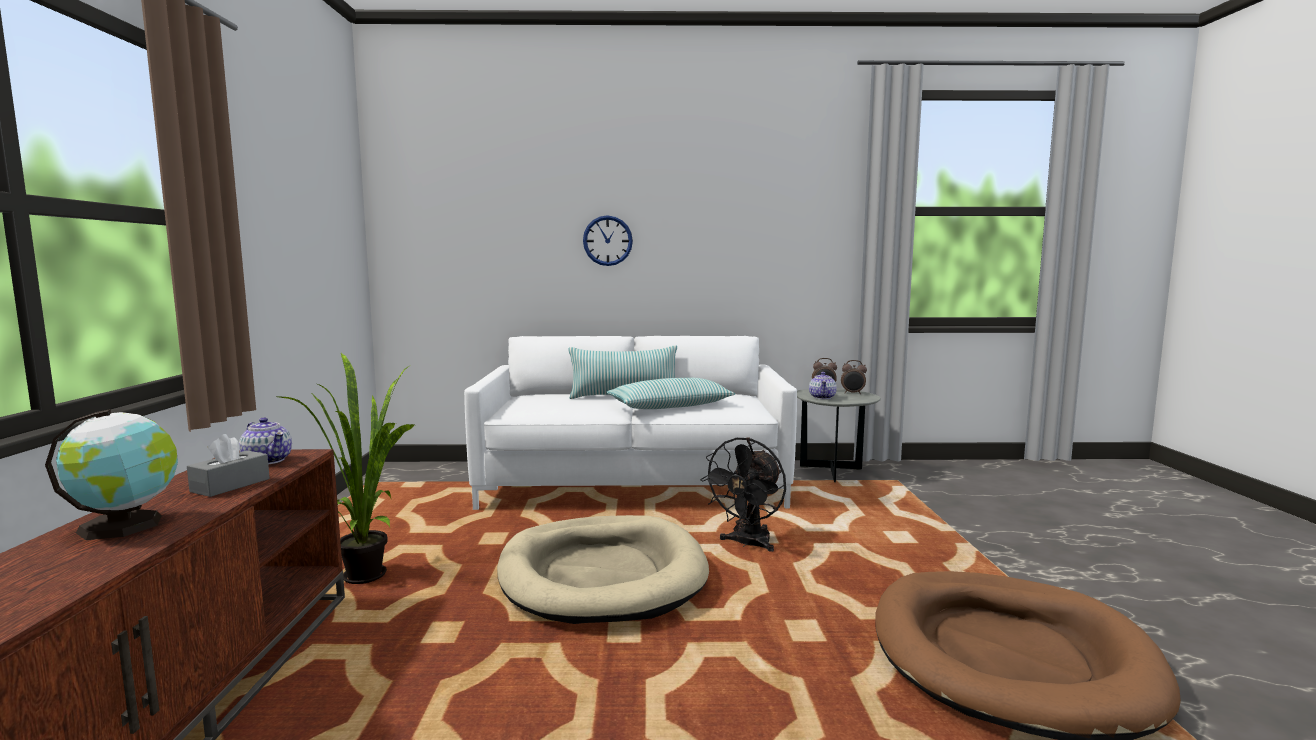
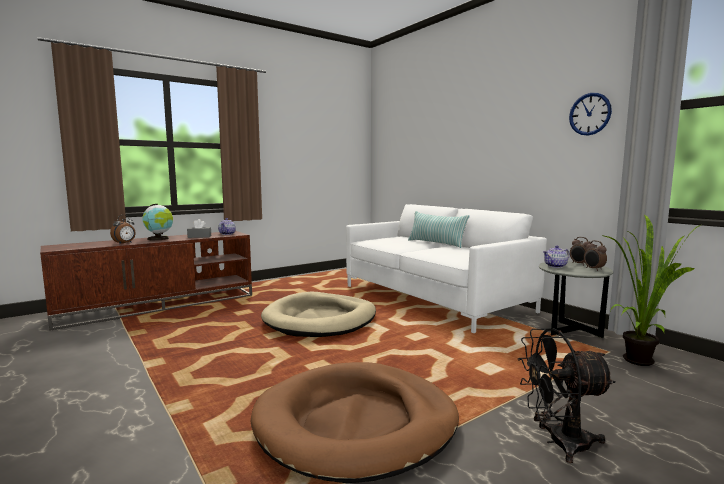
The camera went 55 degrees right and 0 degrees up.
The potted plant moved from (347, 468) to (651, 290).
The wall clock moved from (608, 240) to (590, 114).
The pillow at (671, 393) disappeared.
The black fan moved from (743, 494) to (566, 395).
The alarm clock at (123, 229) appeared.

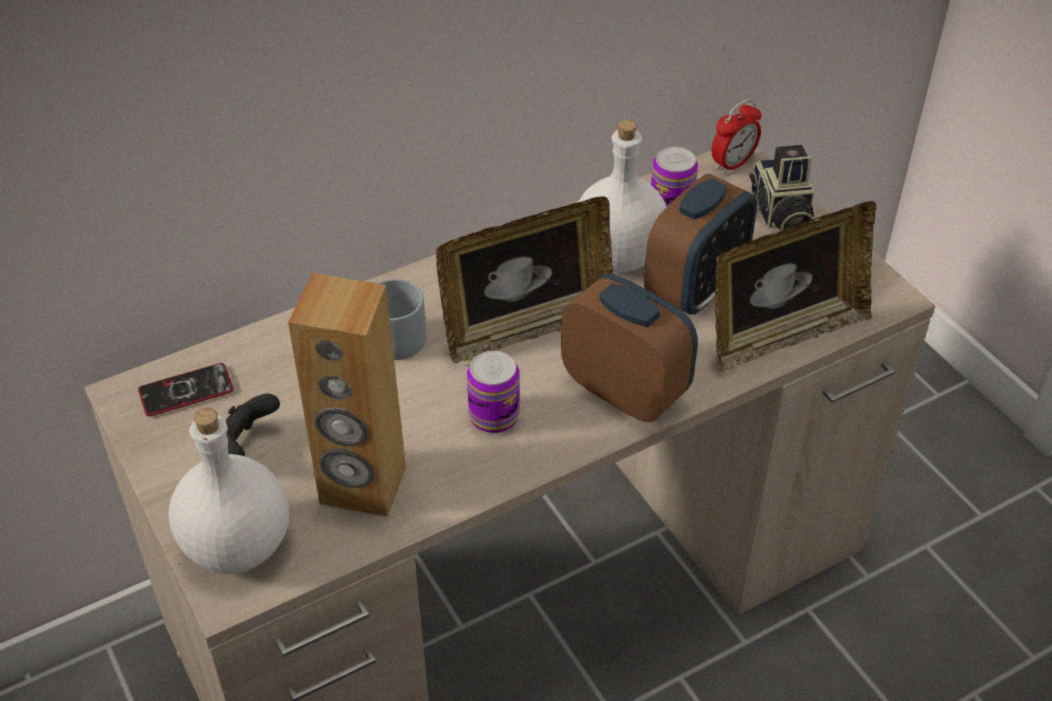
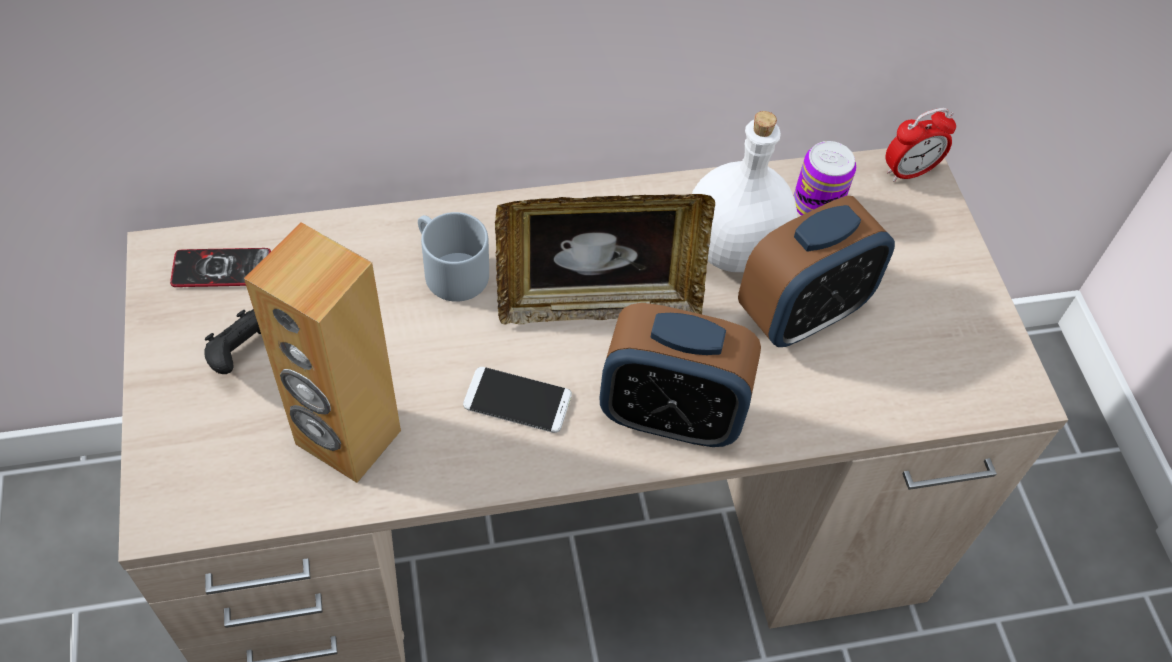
The camera went 15 degrees right and 10 degrees up.
The white bottle at (229, 491) disappeared.
The can at (493, 392) was replaced by the phone at (517, 400).
The alarm clock at (629, 348) turned 135 degrees clockwise.
The picture frame at (795, 286) disappeared.
The photo camera at (782, 188) disappeared.

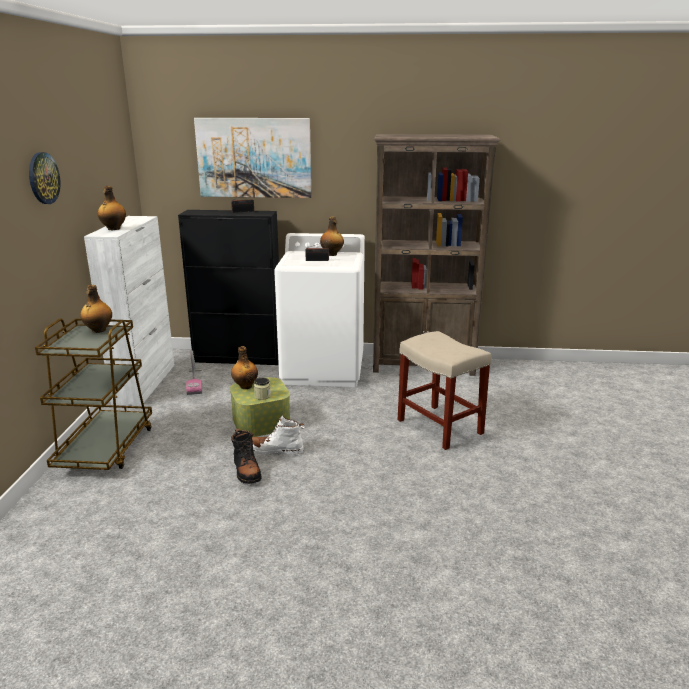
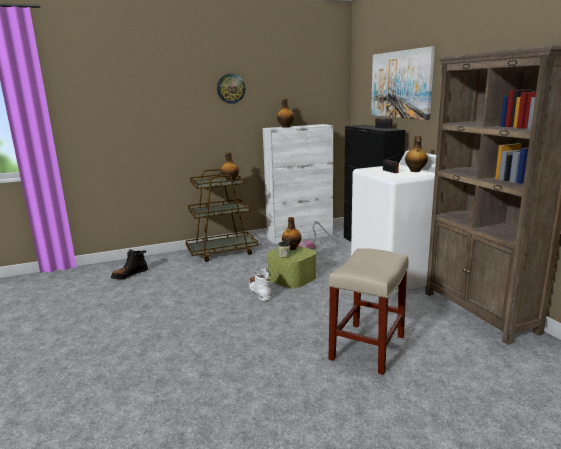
The camera went 65 degrees right and 5 degrees down.
The black boot moved from (246, 456) to (129, 264).

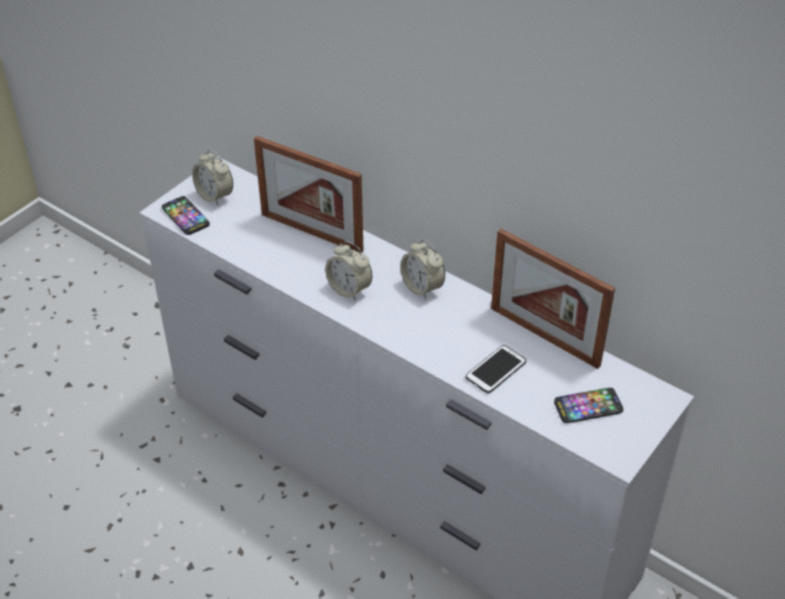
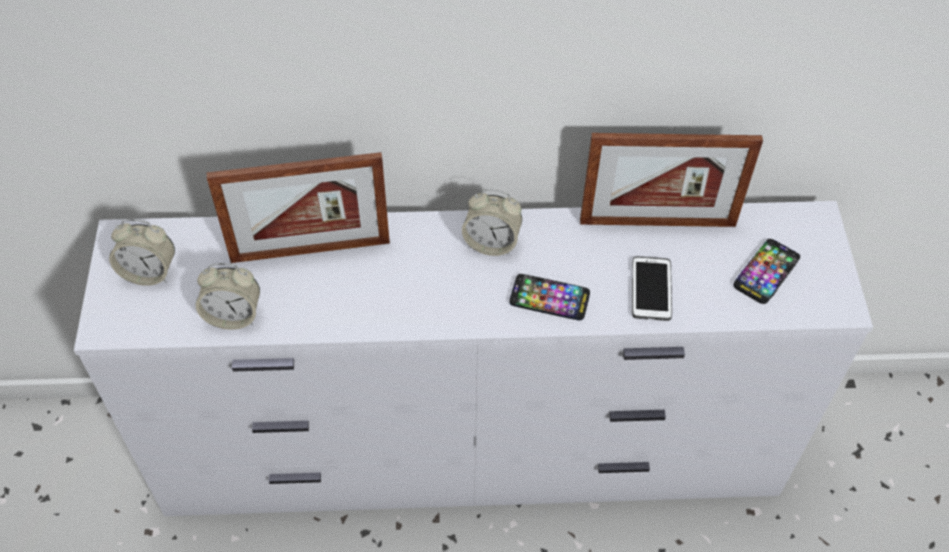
The camera went 40 degrees left and 10 degrees up.
The phone moved from (186, 215) to (549, 297).
The alarm clock moved from (348, 271) to (228, 296).

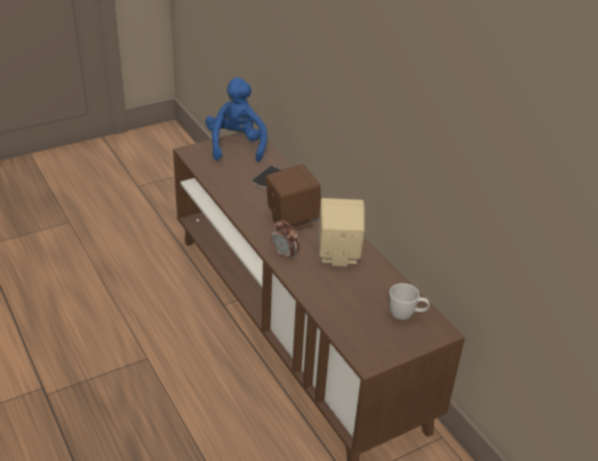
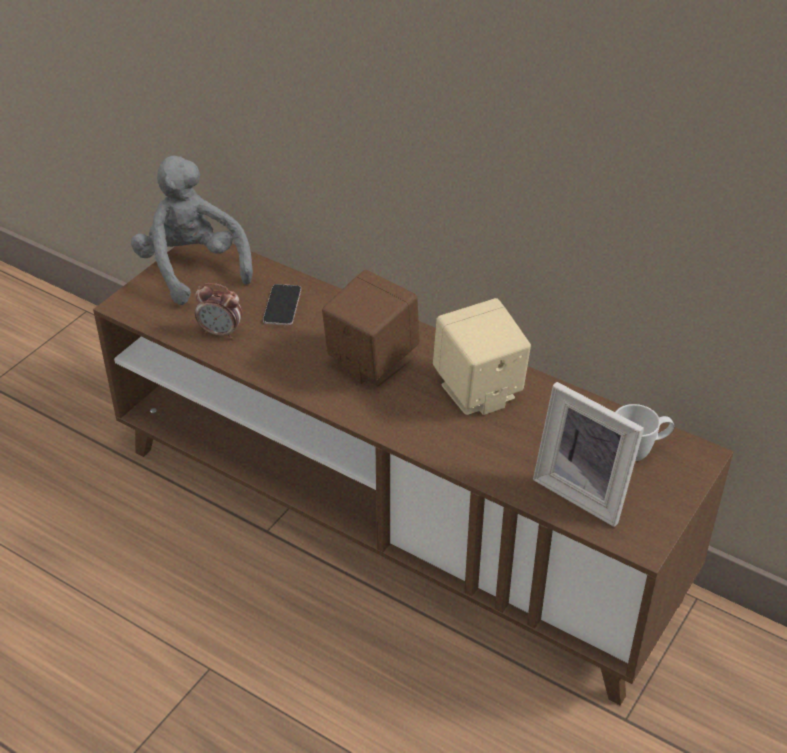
The camera went 25 degrees left and 5 degrees up.
The blue plush toy at (236, 120) became the grey plush toy at (192, 230).
The alarm clock moved from (285, 240) to (218, 311).
The picture frame at (588, 454) appeared.

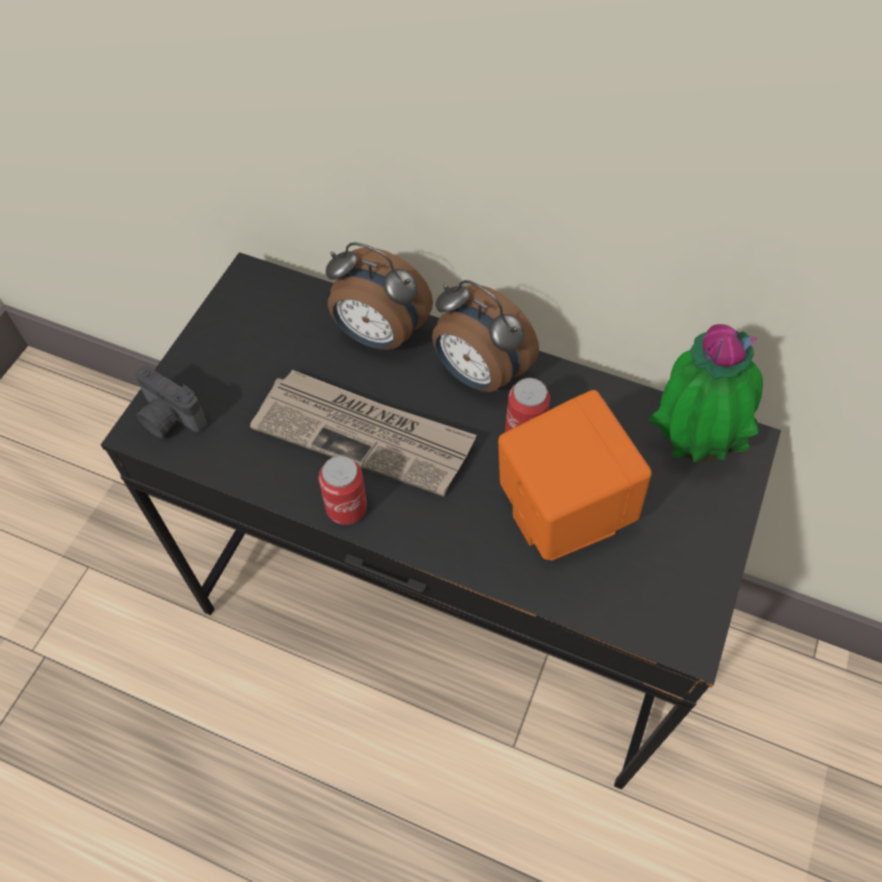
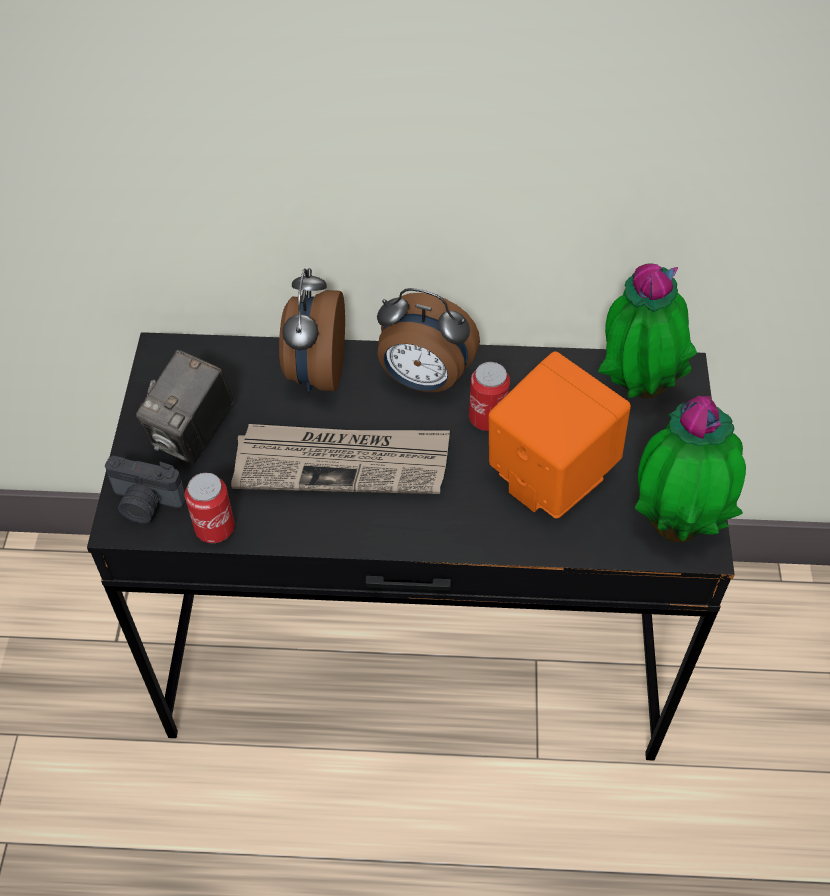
The camera went 20 degrees left and 5 degrees down.
The can moved from (343, 490) to (210, 508).
The alarm clock at (379, 296) turned 90 degrees clockwise.
The photo camera at (184, 407) appeared.
The potted plant at (690, 469) appeared.

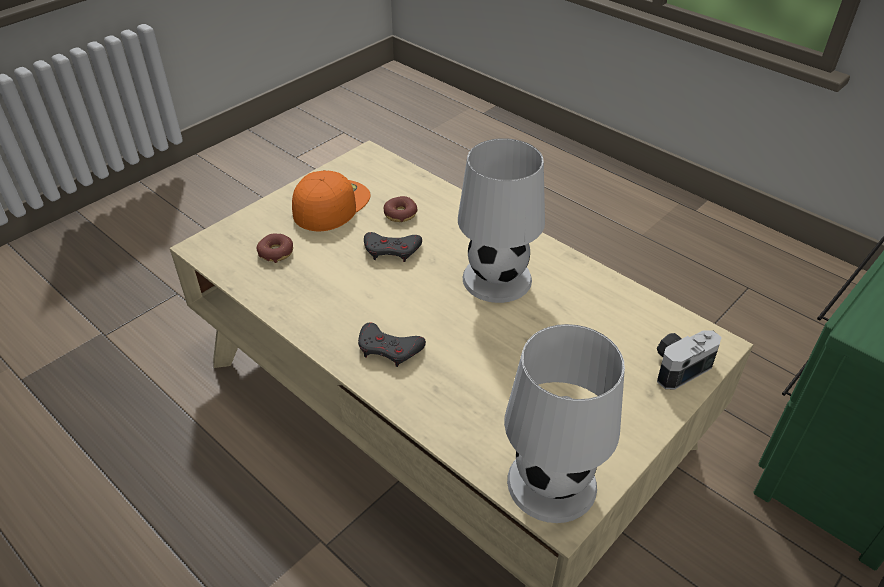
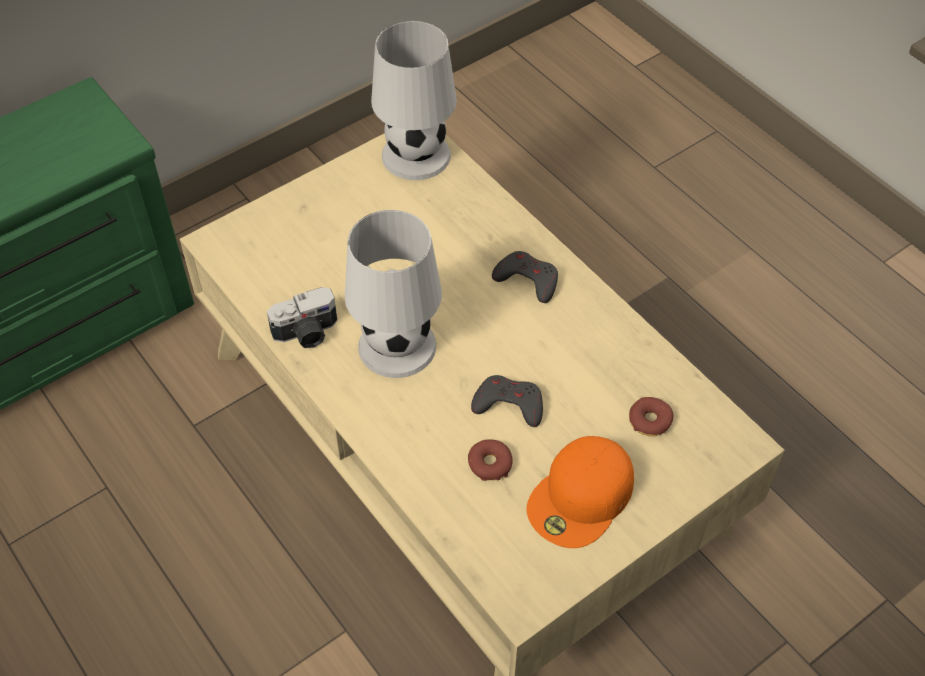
The camera went 170 degrees left and 10 degrees up.
The photo camera moved from (689, 360) to (302, 317).

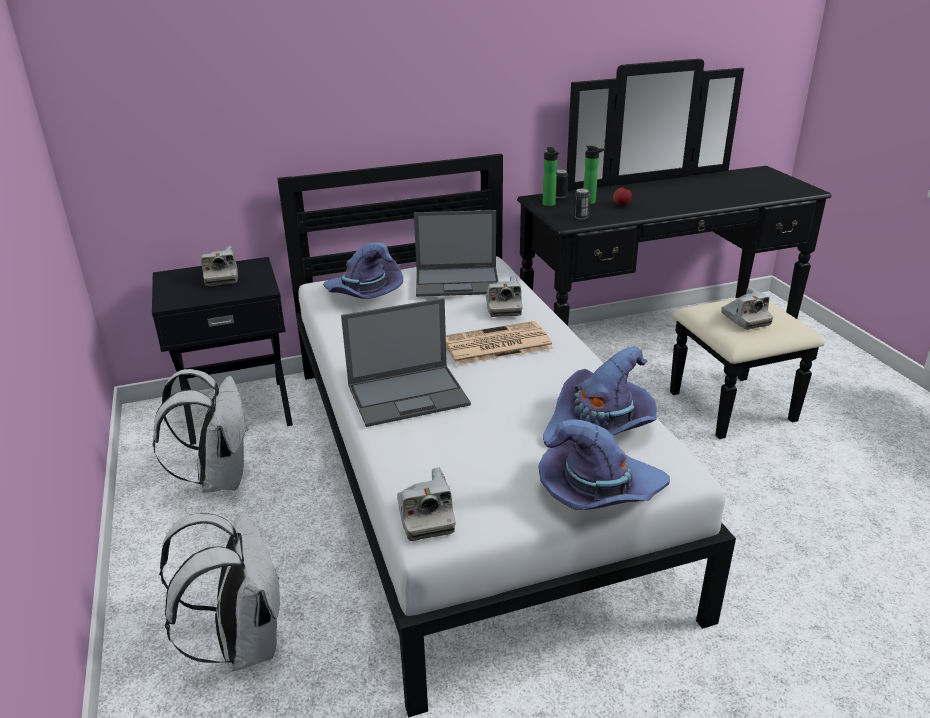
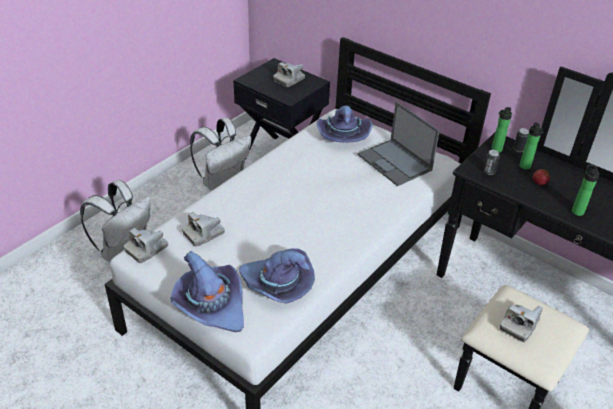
The camera went 55 degrees right and 10 degrees up.
The laptop at (406, 362) disappeared.
The newspaper at (500, 343) disappeared.
The photo camera moved from (504, 296) to (203, 229).
The bottle at (585, 190) appeared.

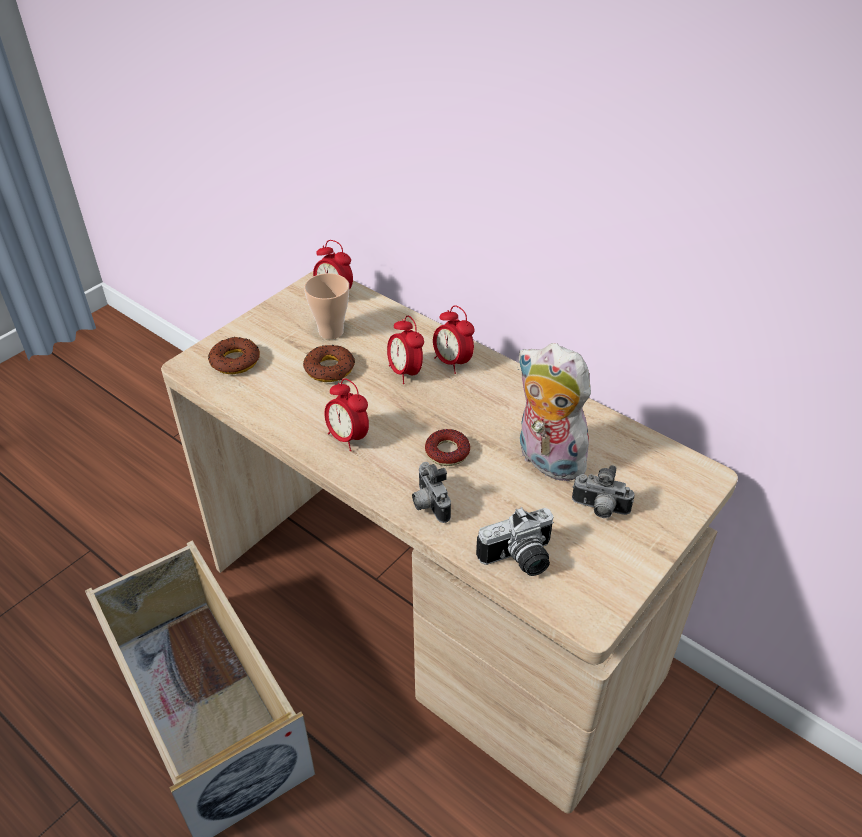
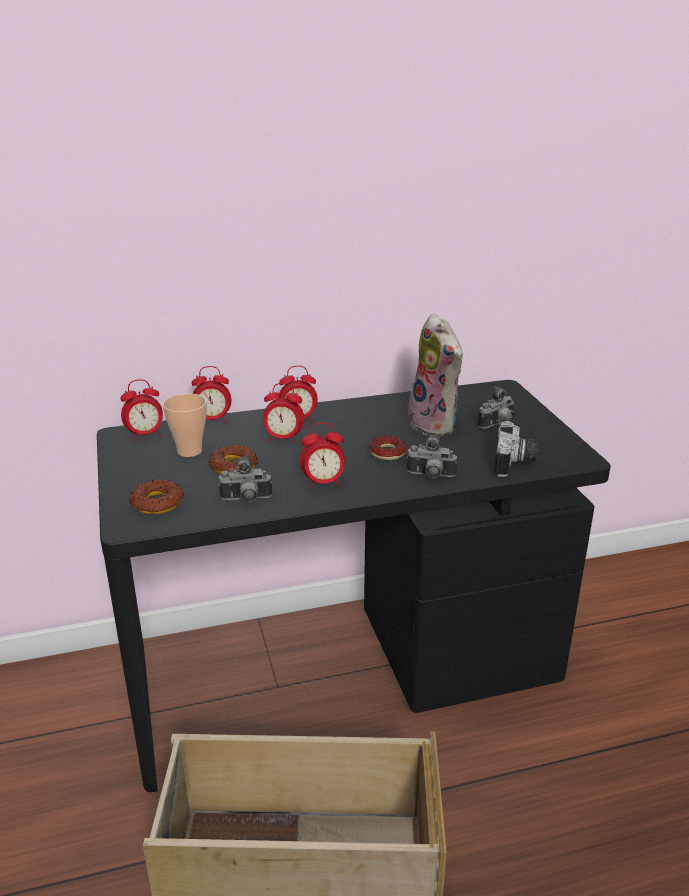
The camera went 55 degrees left and 15 degrees down.
The beige desk at (449, 542) became the black desk at (353, 586).
The plush toy at (554, 412) turned 105 degrees counterclockwise.
The alarm clock at (211, 394) appeared.
The photo camera at (245, 478) appeared.

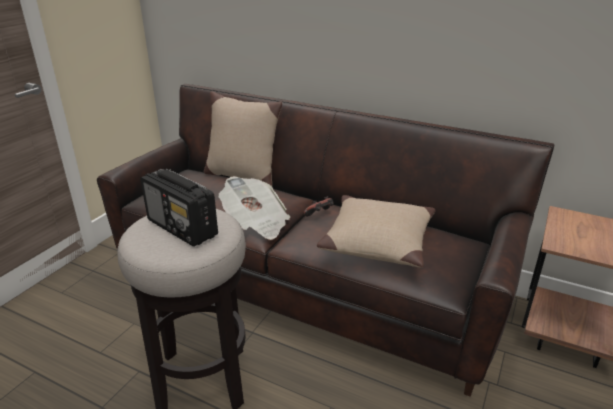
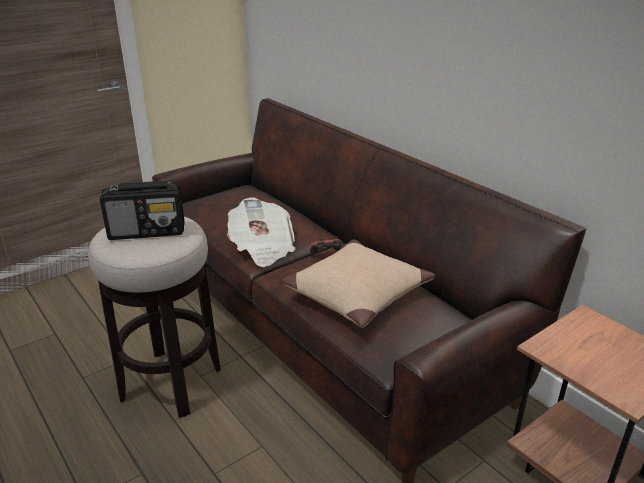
The camera went 25 degrees right and 0 degrees up.
The radio at (179, 208) turned 75 degrees counterclockwise.
The beige pillow at (243, 138) disappeared.

